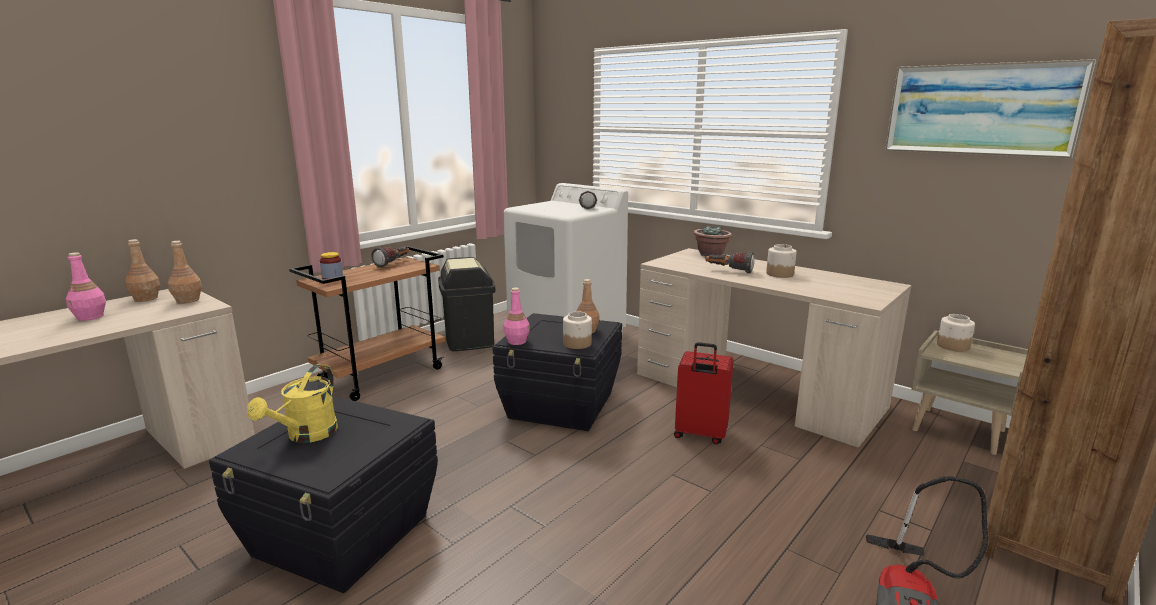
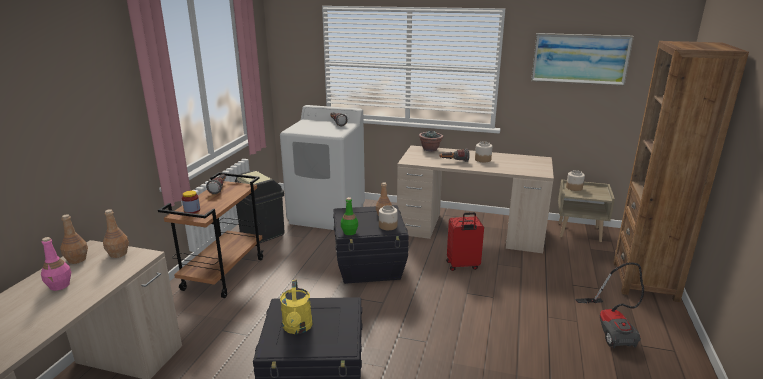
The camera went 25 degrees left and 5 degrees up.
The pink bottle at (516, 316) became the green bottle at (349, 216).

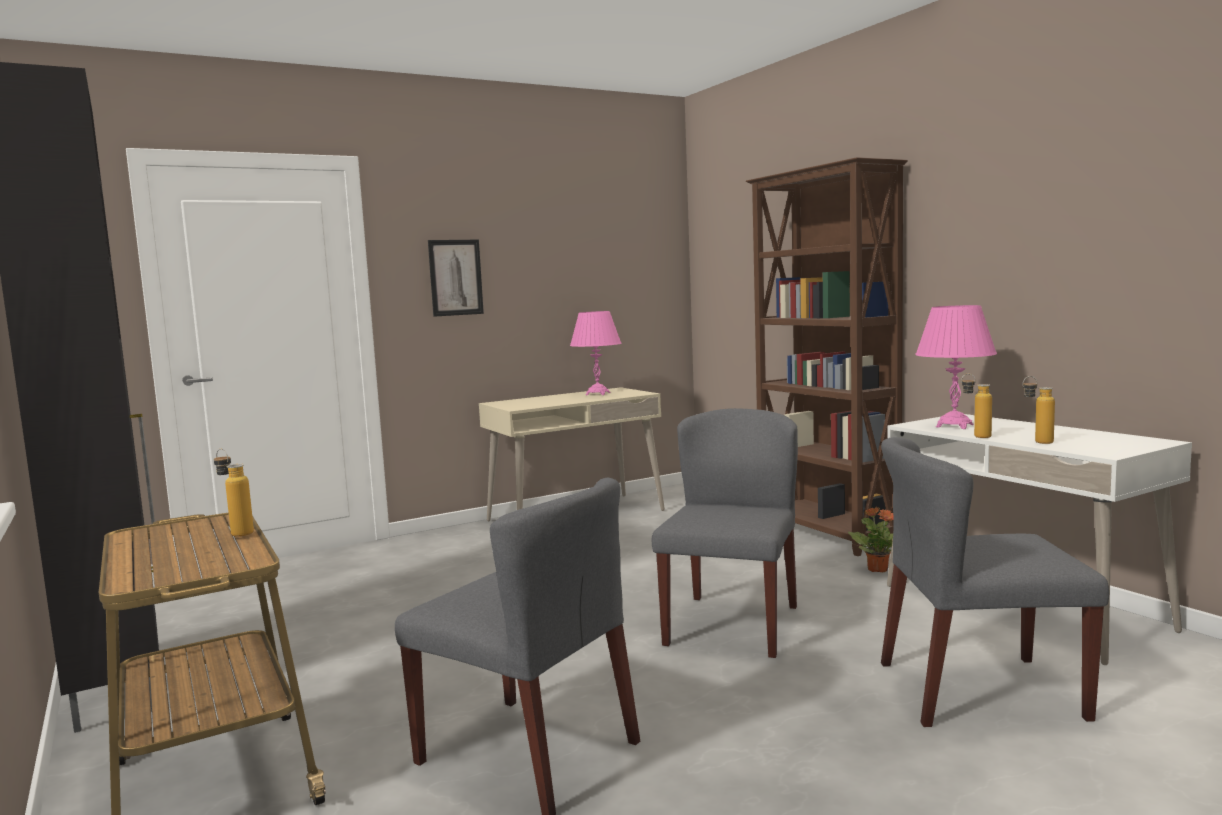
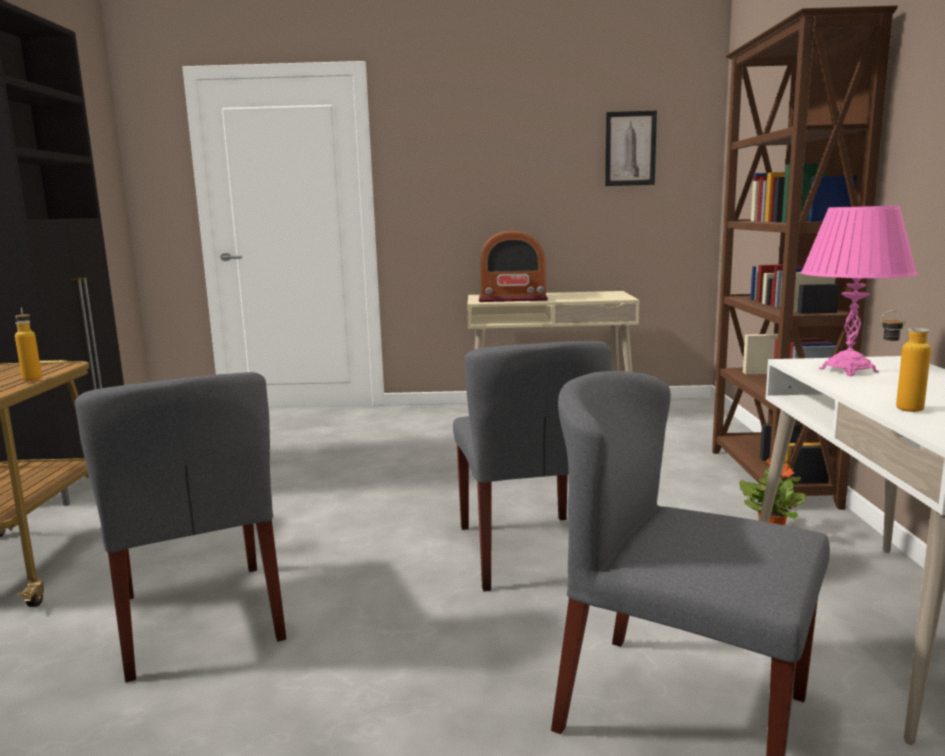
The camera went 30 degrees right and 5 degrees up.
The picture moved from (456, 278) to (631, 148).
The pink table lamp at (595, 353) disappeared.
The grey chair at (725, 533) turned 120 degrees clockwise.
The bottle at (976, 406) disappeared.
The radio at (513, 266) appeared.

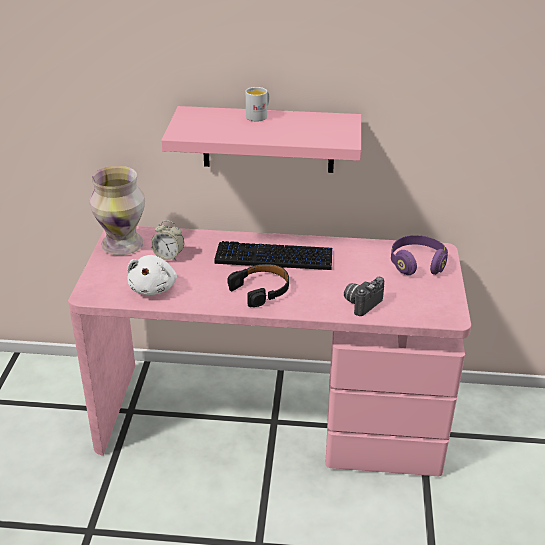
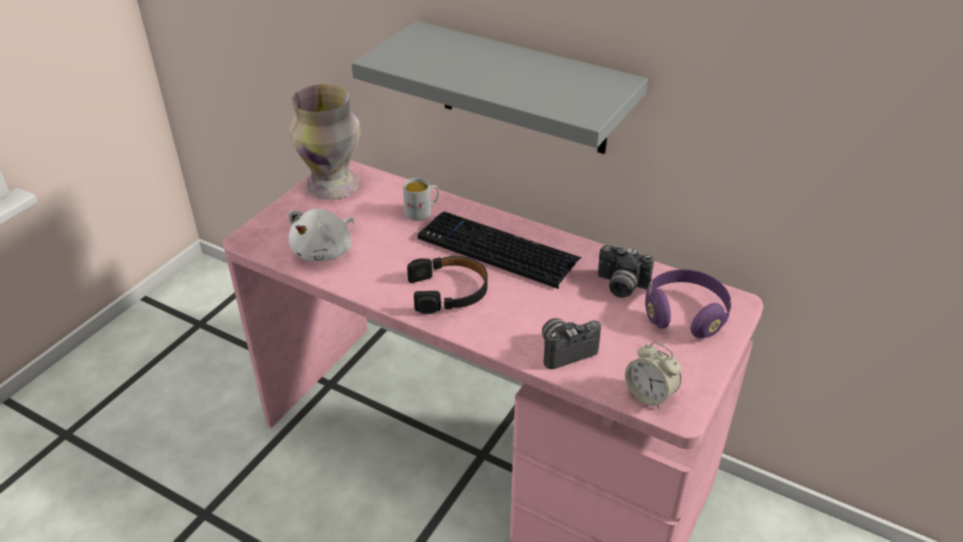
The camera went 25 degrees right and 5 degrees up.
The alarm clock moved from (167, 240) to (653, 376).
The pink shelf at (261, 139) became the grey shelf at (499, 87).
The white mug moved from (257, 104) to (421, 199).
The photo camera at (626, 271) appeared.

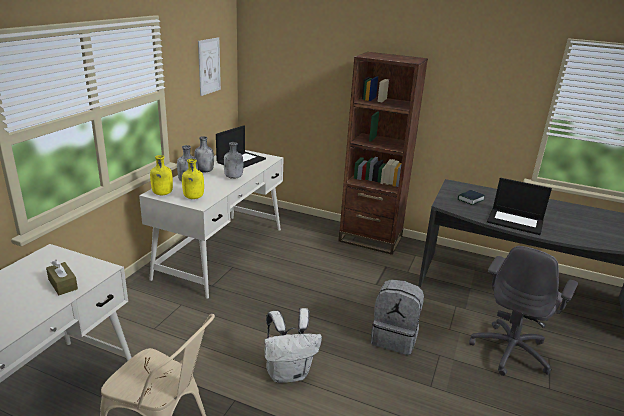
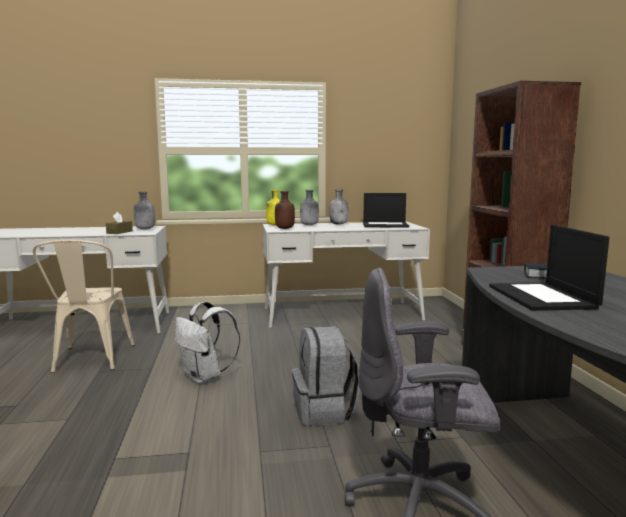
The camera went 60 degrees right and 15 degrees down.
The yellow bottle at (193, 179) became the brown bottle at (285, 210).
The picture at (209, 66) disappeared.
The grey bottle moved from (233, 160) to (144, 210).

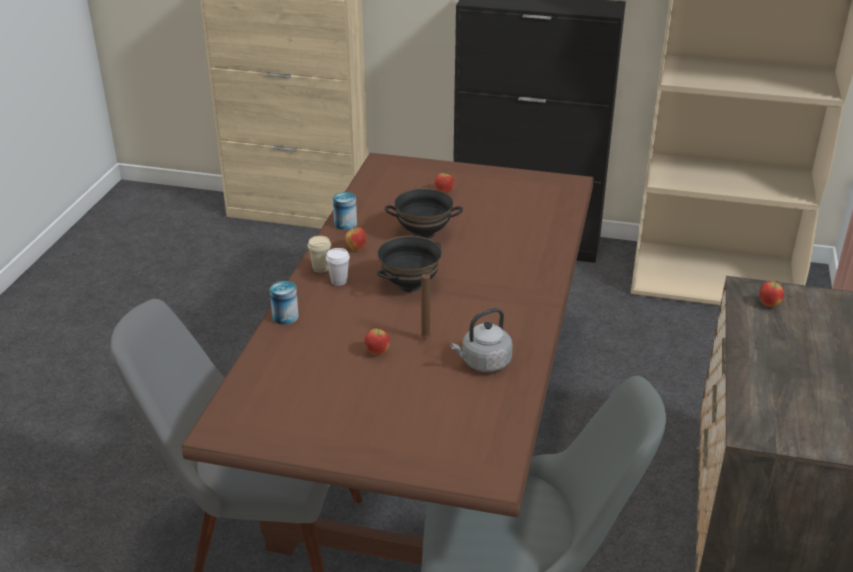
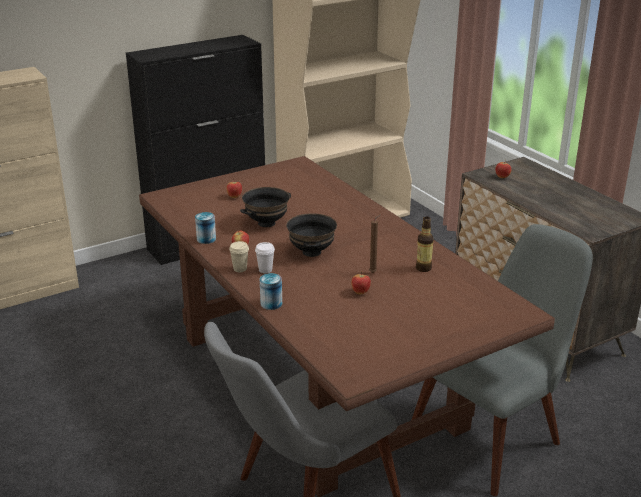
The camera went 45 degrees left and 5 degrees down.
The grey kettle at (481, 340) was replaced by the bottle at (425, 244).

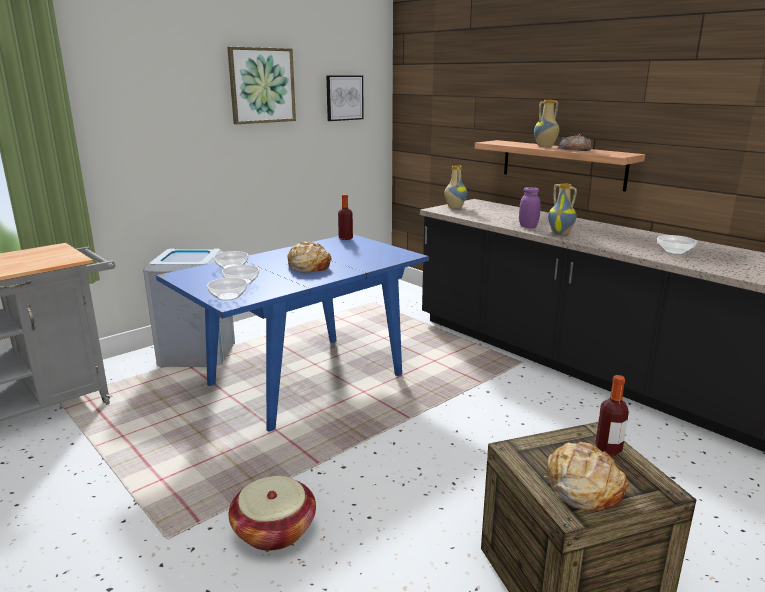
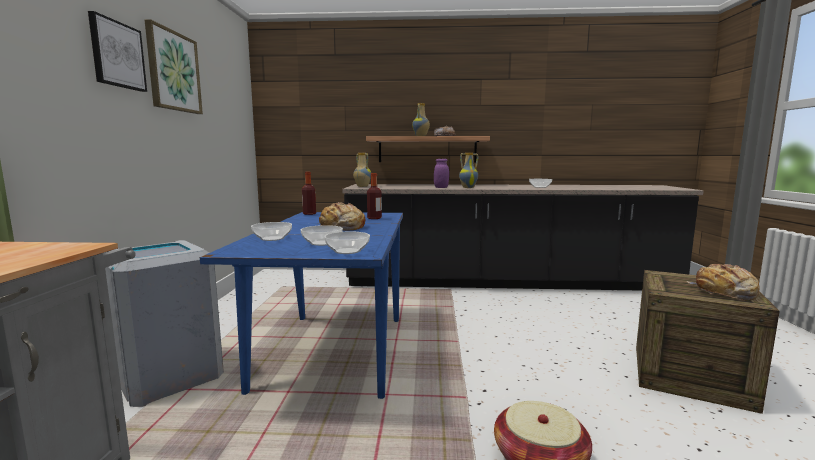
The camera went 45 degrees left and 10 degrees down.
The picture moved from (345, 98) to (117, 51).
The bottle moved from (612, 415) to (374, 196).

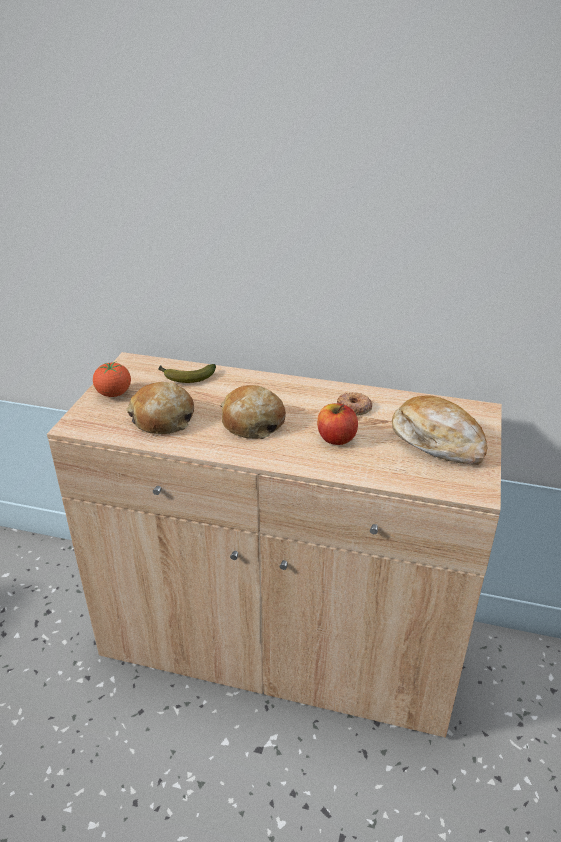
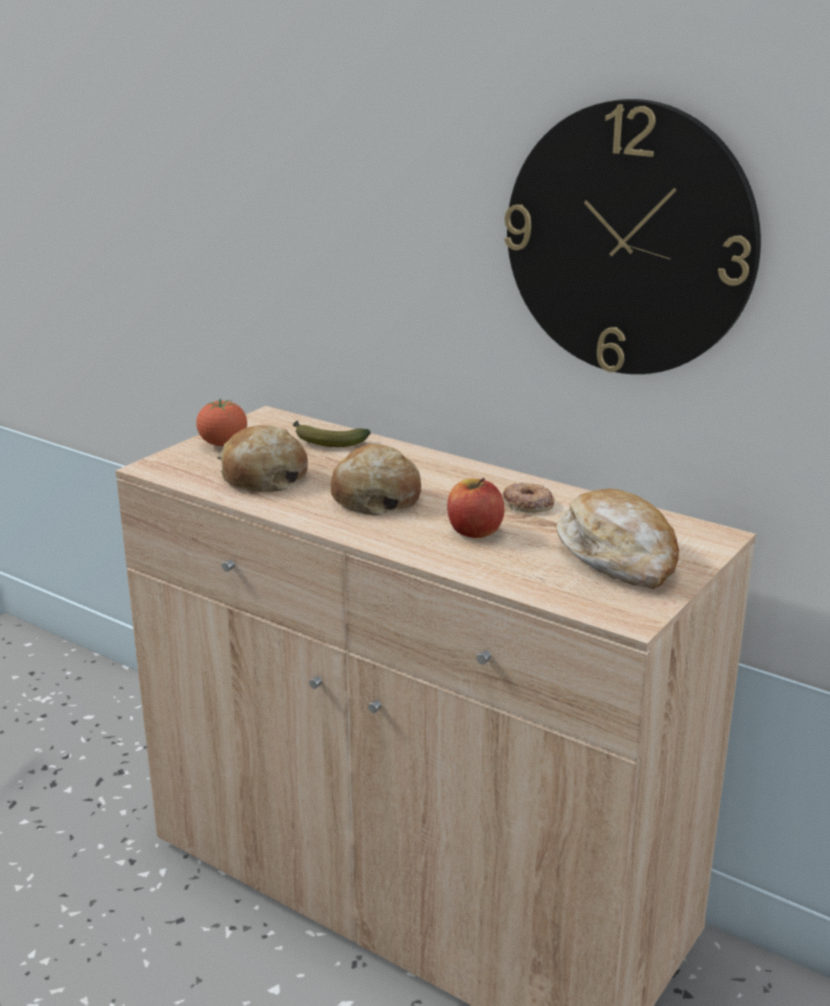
The camera went 20 degrees right and 10 degrees down.
The wall clock at (632, 236) appeared.

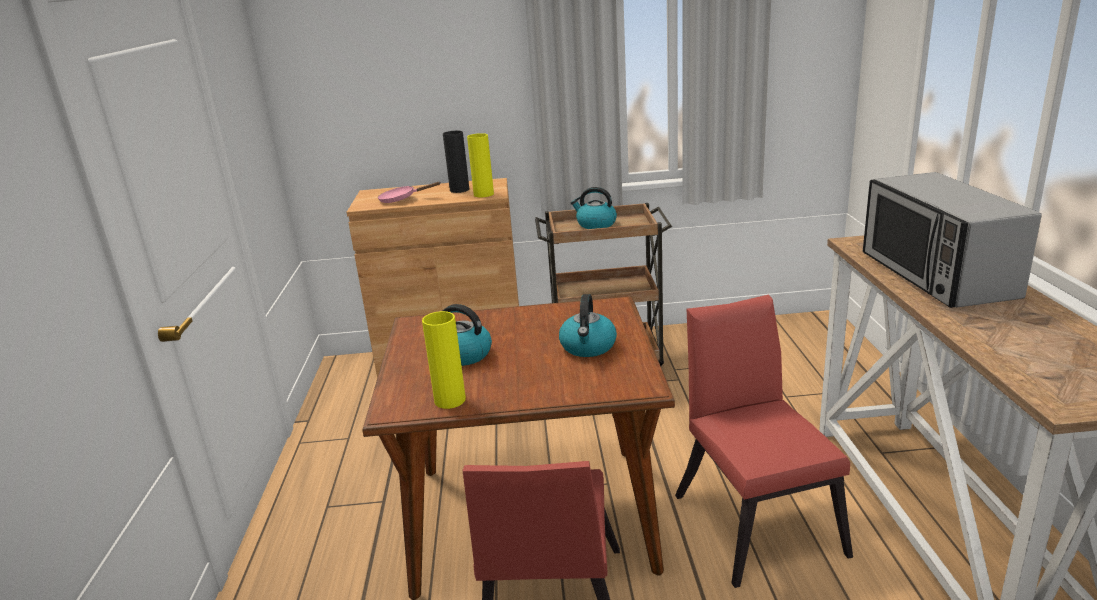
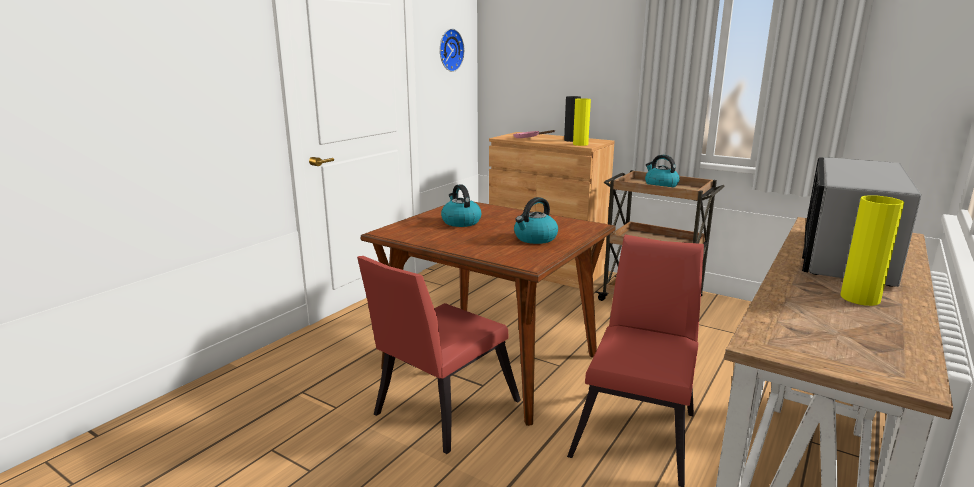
The camera went 35 degrees right and 5 degrees down.
The yellow vase moved from (444, 360) to (872, 250).
The wall clock at (452, 50) appeared.

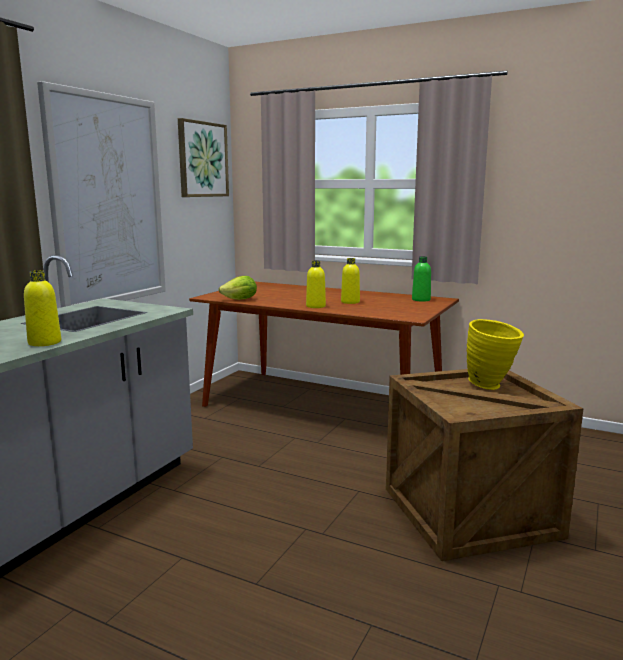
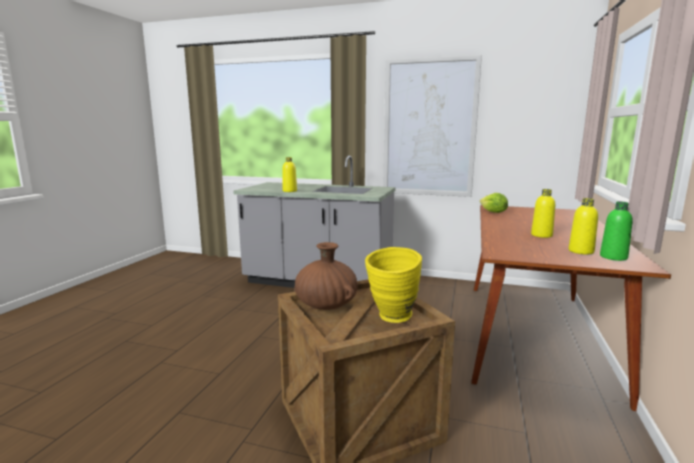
The camera went 80 degrees right and 0 degrees up.
The picture at (203, 157) disappeared.
The yellow bottle moved from (316, 284) to (583, 226).
The brown vase at (326, 276) appeared.

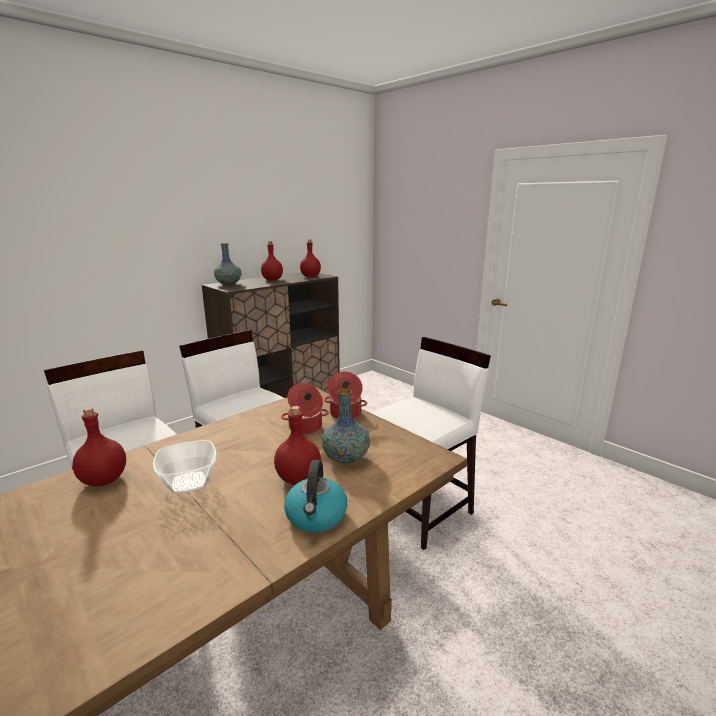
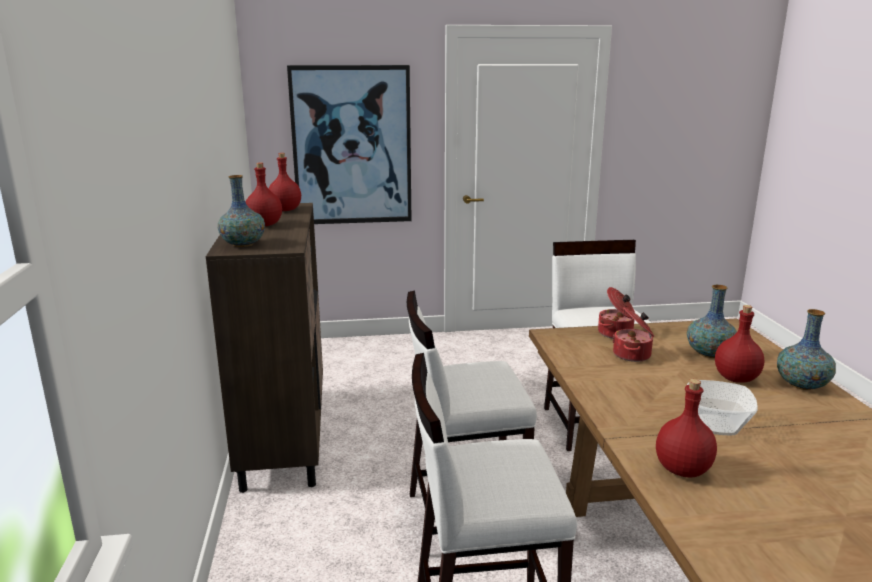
The camera went 55 degrees left and 0 degrees up.
The kettle at (315, 496) was replaced by the vase at (806, 349).
The picture at (349, 144) appeared.

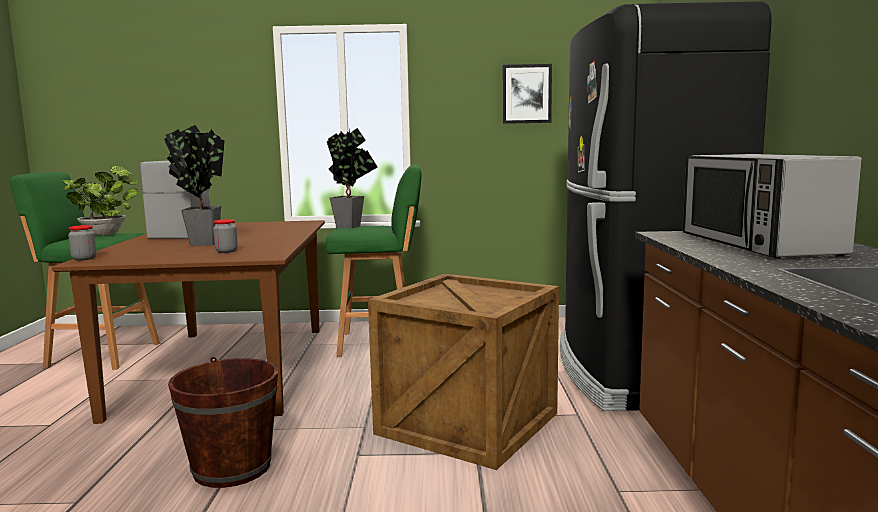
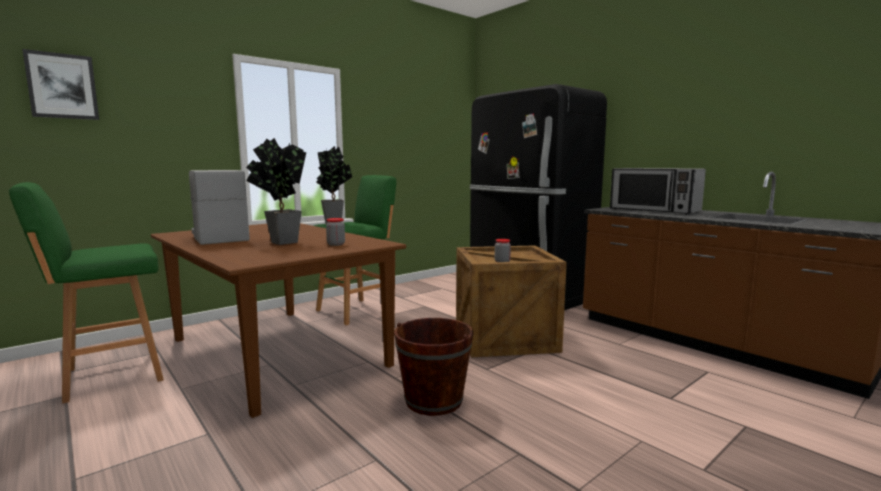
The camera went 40 degrees left and 0 degrees up.
The potted plant at (100, 201) disappeared.
The jar moved from (82, 243) to (503, 250).
The picture moved from (527, 94) to (60, 84).

